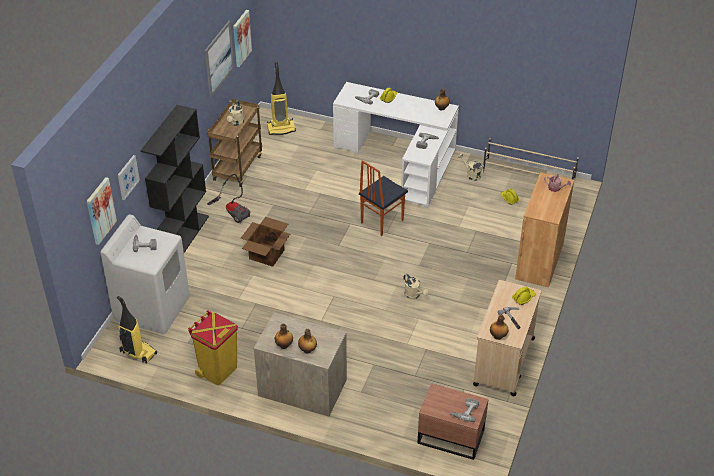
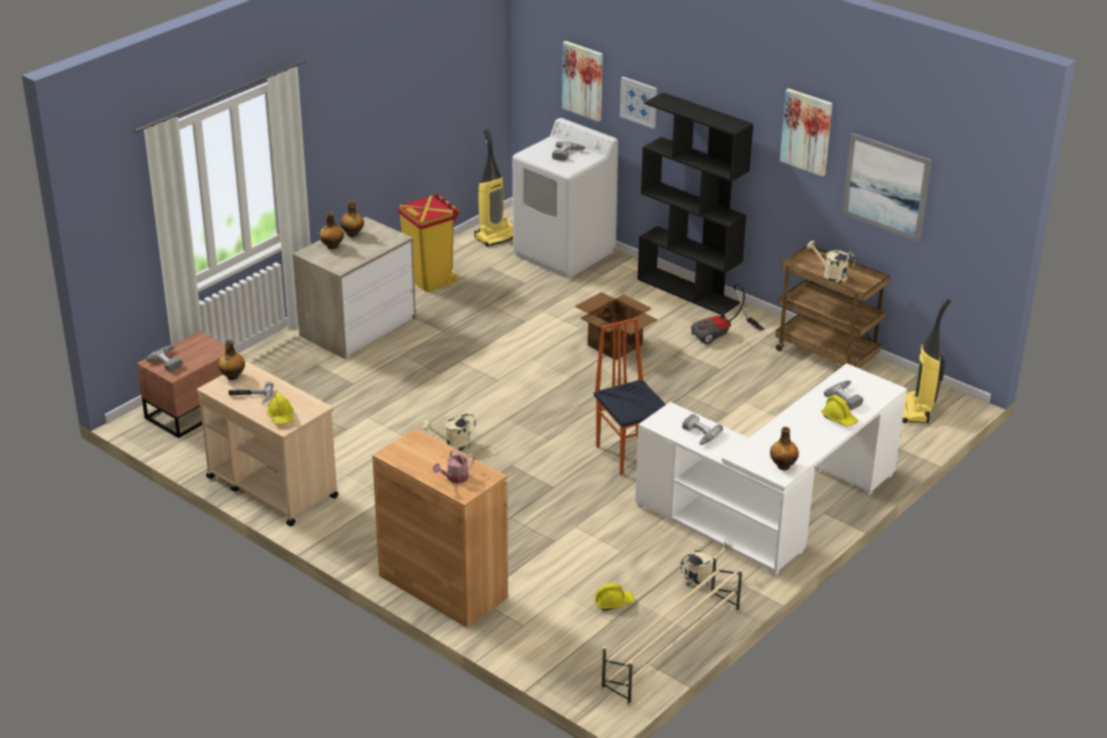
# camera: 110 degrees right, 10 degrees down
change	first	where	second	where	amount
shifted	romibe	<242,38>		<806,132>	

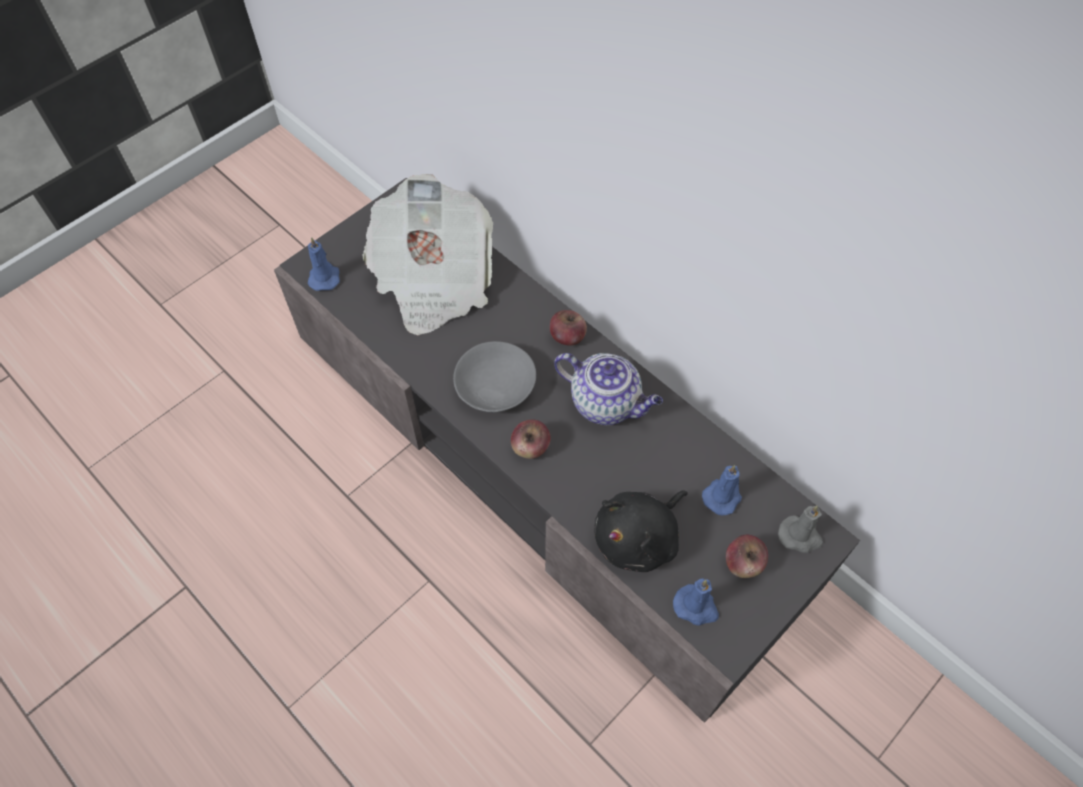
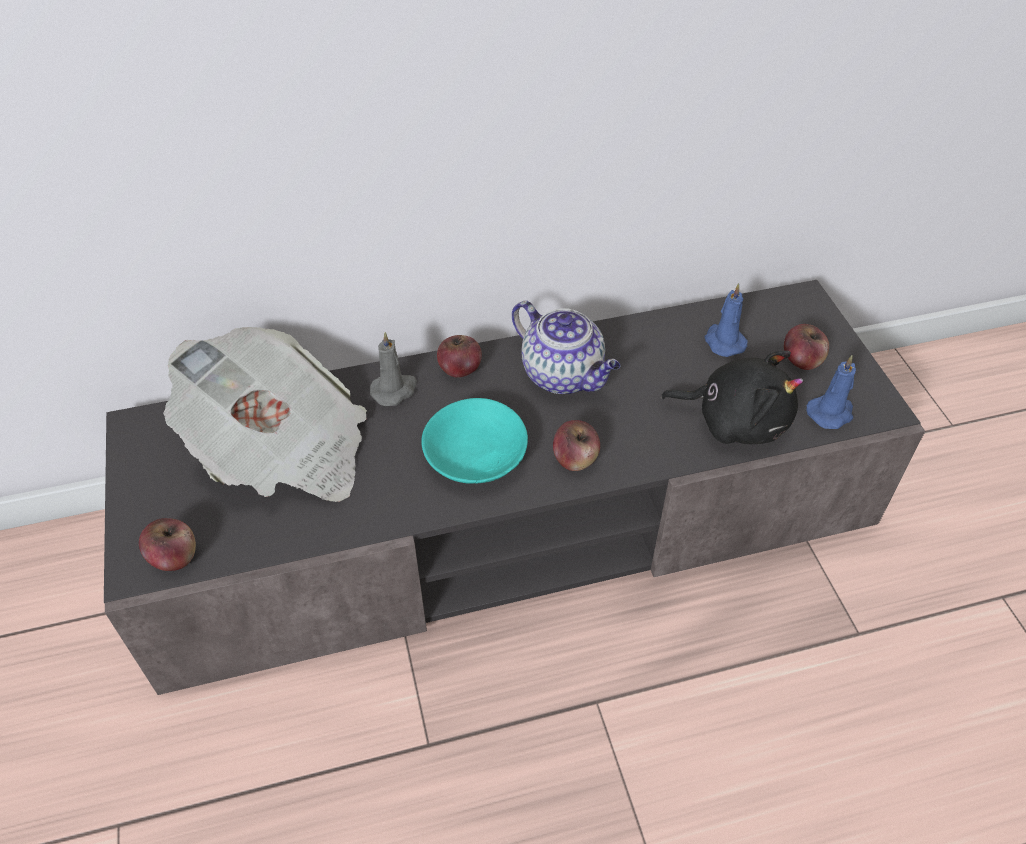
# camera: 60 degrees left, 10 degrees down
change	first	where	second	where	amount
swapped	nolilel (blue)	<324,264>	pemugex	<167,544>	
shifted	nolilel (grey)	<800,529>		<393,369>	
repainted	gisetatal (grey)	<494,376>	gisetatal (turquoise)	<474,441>	
rotated	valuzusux	<608,389>		<566,347>	75 degrees clockwise
rotated	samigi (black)	<641,531>		<732,397>	60 degrees counterclockwise

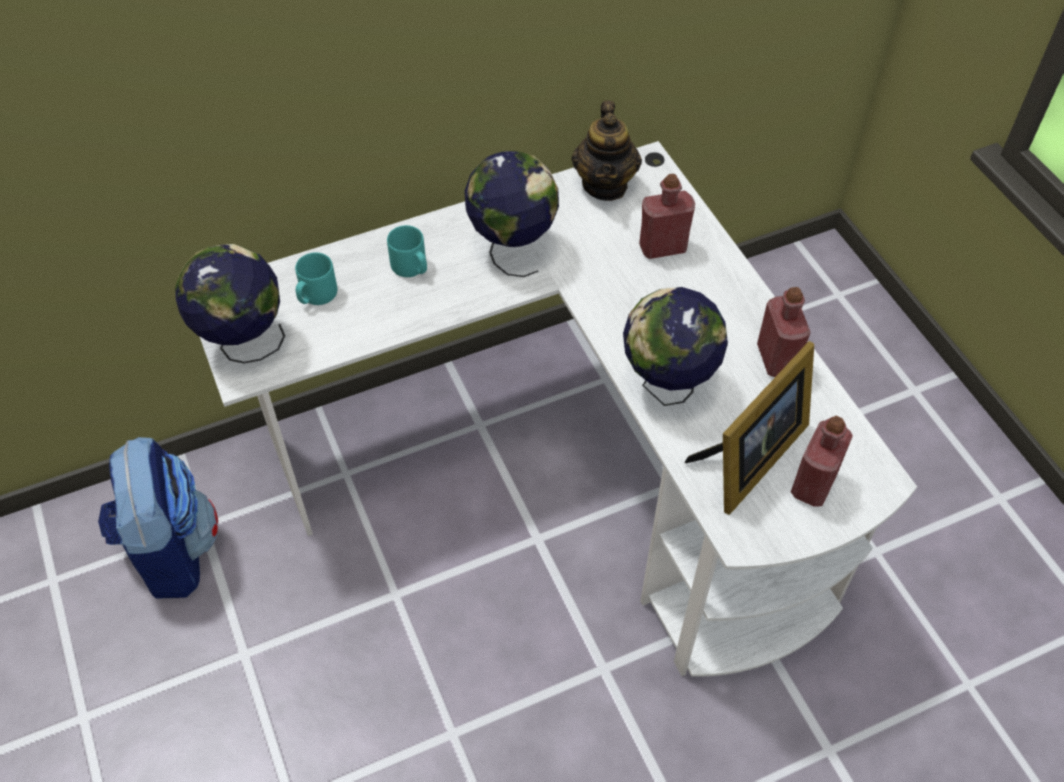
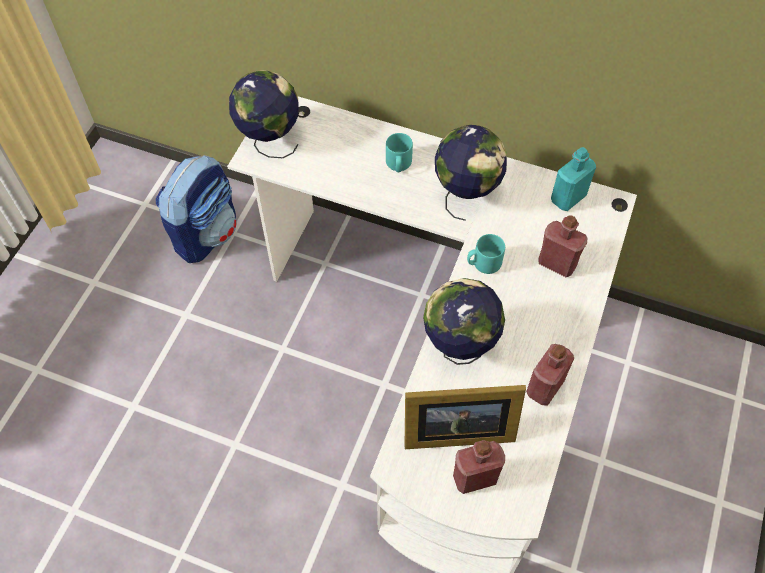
# camera: 45 degrees right, 5 degrees up
change	first	where	second	where	amount
shifted	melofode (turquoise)	<316,278>		<486,254>	
swapped	valuzusux	<606,151>	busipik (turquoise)	<573,179>	

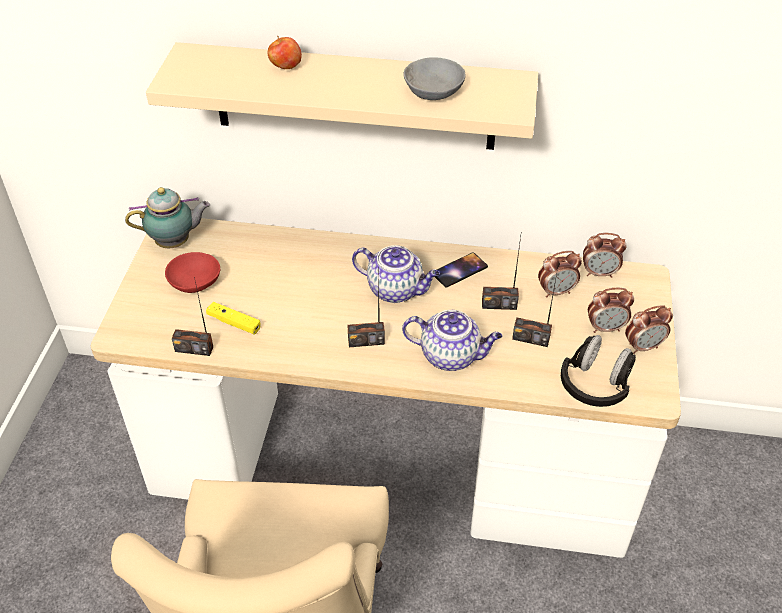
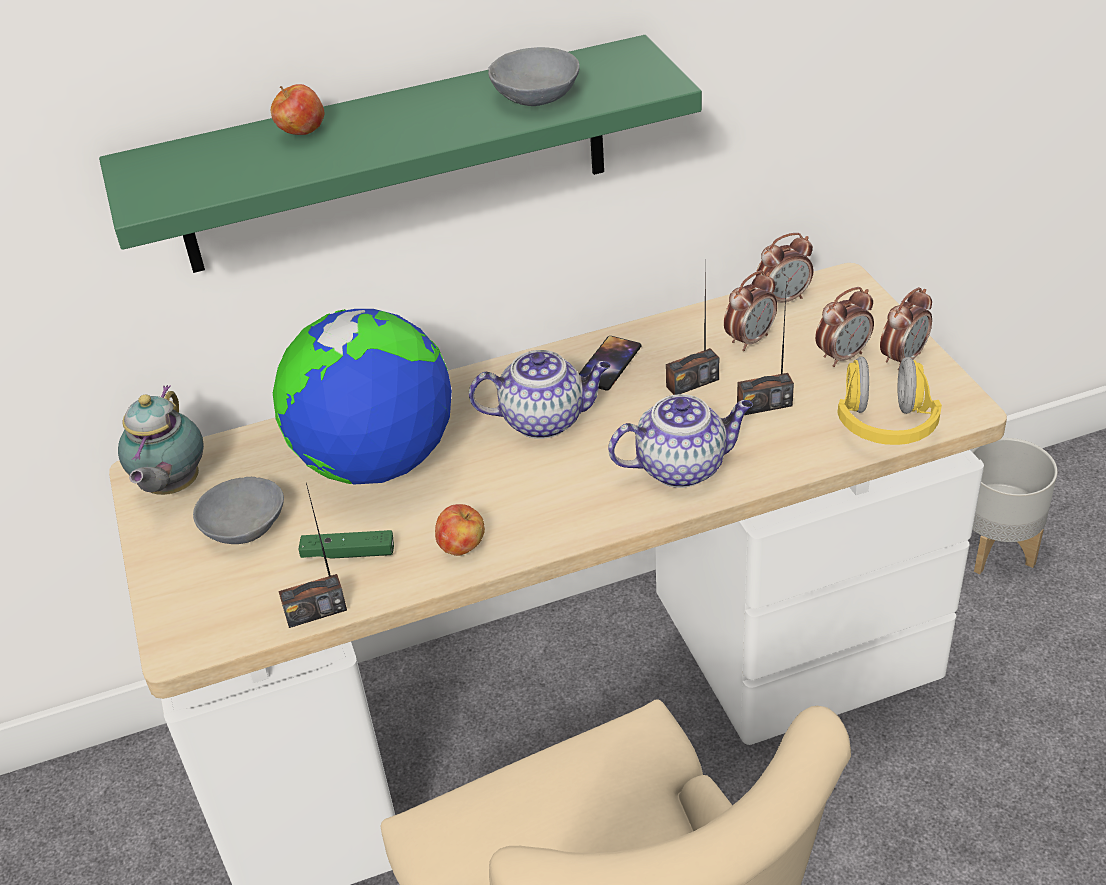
# camera: 25 degrees left, 5 degrees down
change	first	where	second	where	amount
repainted	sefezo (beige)	<342,96>	sefezo (green)	<400,154>	
rotated	valuzusux	<167,217>		<161,440>	135 degrees clockwise
repainted	gisetatal (red)	<193,272>	gisetatal (grey)	<238,510>	
new			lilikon	<362,396>	
repainted	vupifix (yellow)	<233,318>	vupifix (green)	<346,544>	
new			pemugex	<460,530>	
repainted	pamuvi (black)	<598,371>	pamuvi (yellow)	<889,401>	
new			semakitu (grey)	<1015,506>	
gone	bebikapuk	<366,310>			

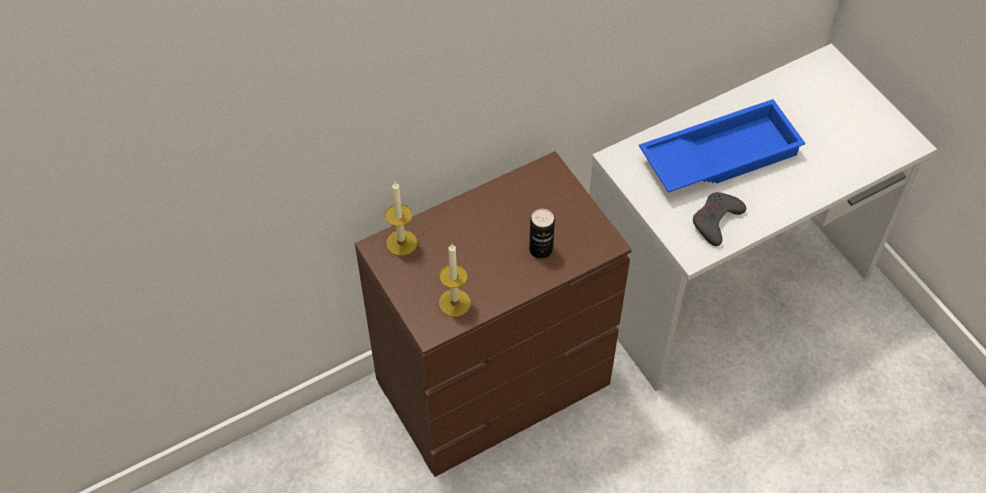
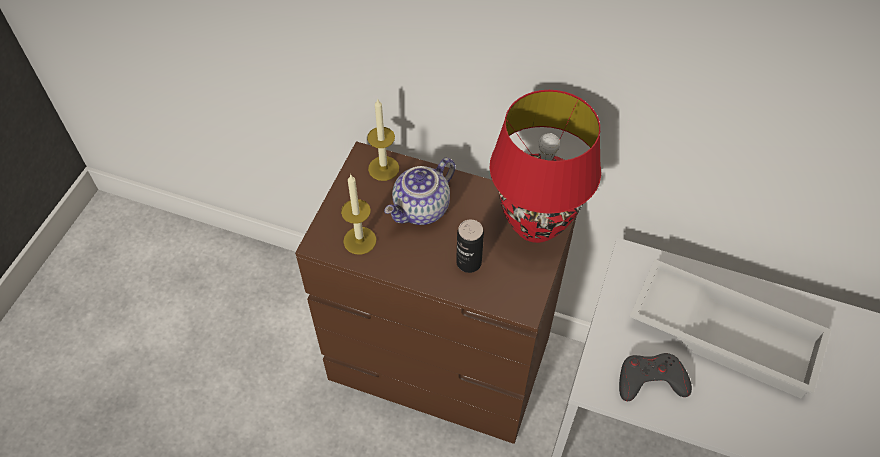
# camera: 50 degrees right, 0 degrees up
change	first	where	second	where	amount
new			valuzusux	<419,191>	
new			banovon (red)	<545,166>	
repainted	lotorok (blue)	<722,146>	lotorok (white)	<730,328>	

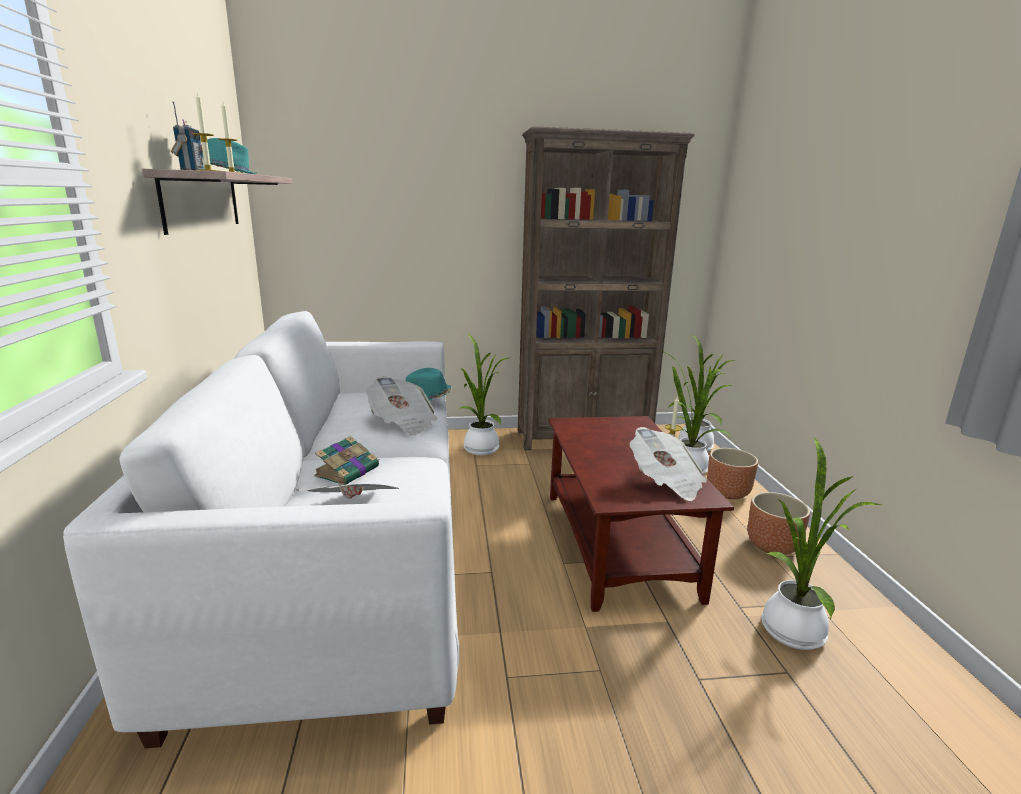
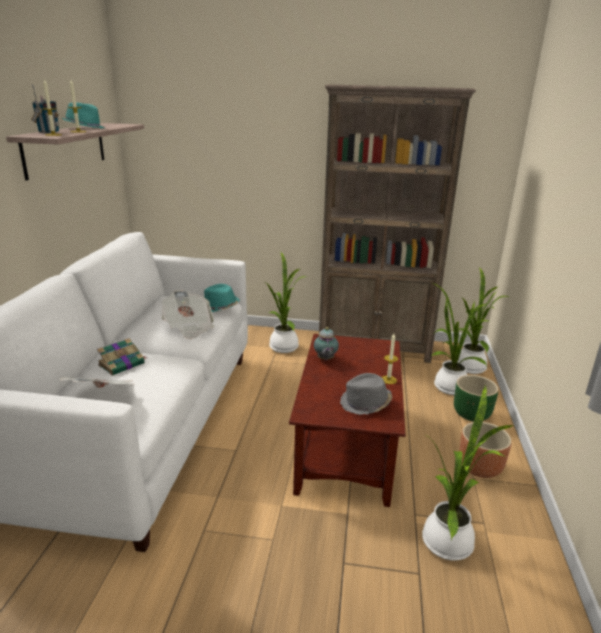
# camera: 15 degrees right, 5 degrees up
change	first	where	second	where	amount
new			valuzusux	<326,343>	
swapped	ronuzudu	<668,464>	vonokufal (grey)	<366,394>	
repainted	semakitu (brown)	<732,473>	semakitu (green)	<476,398>	

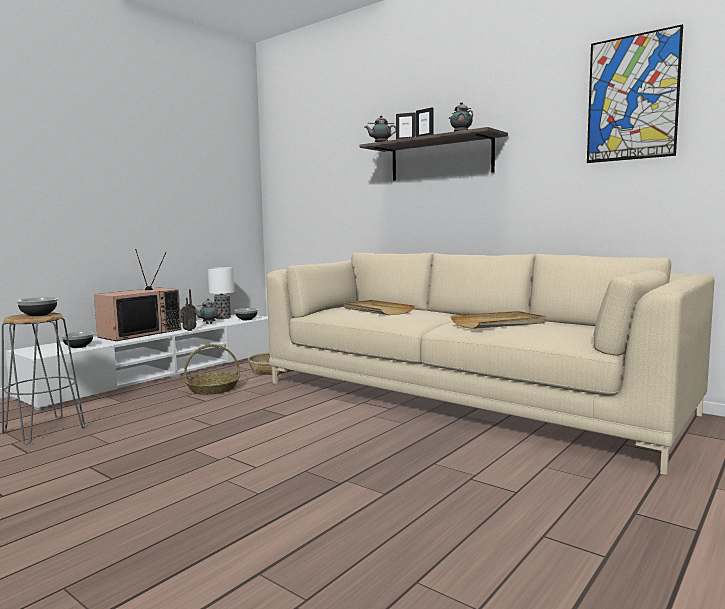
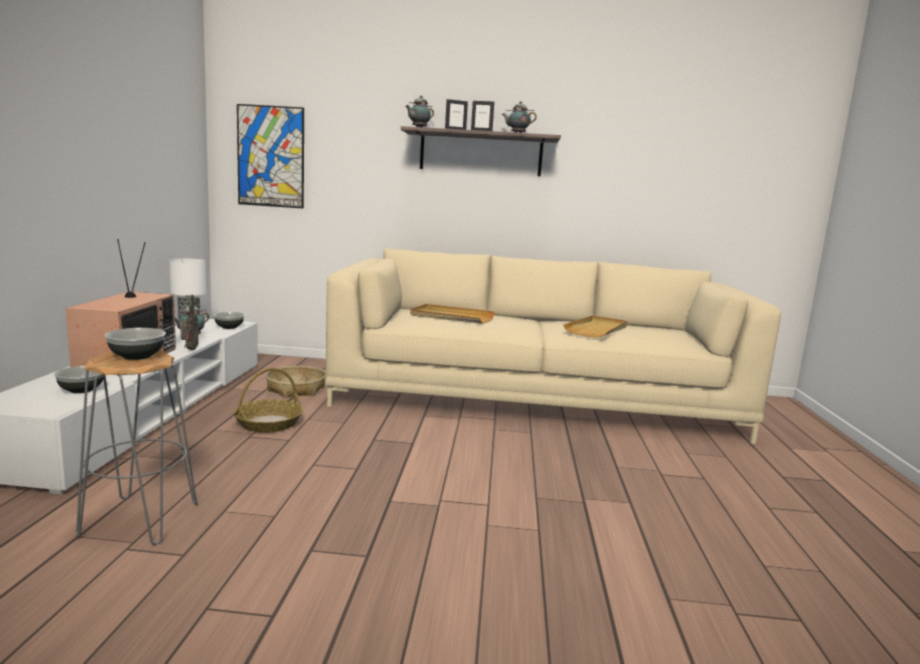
# camera: 35 degrees left, 5 degrees up
change	first	where	second	where	amount
shifted	romibe	<635,93>		<270,156>	

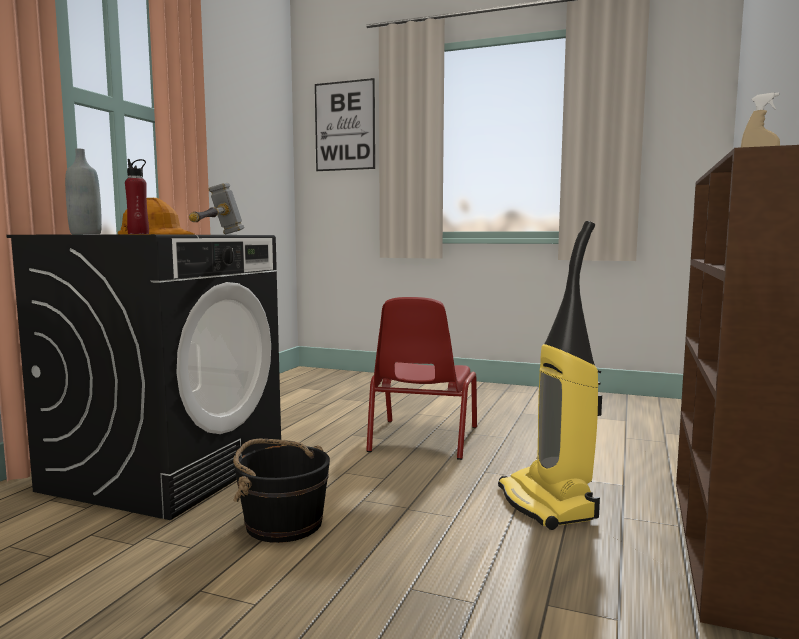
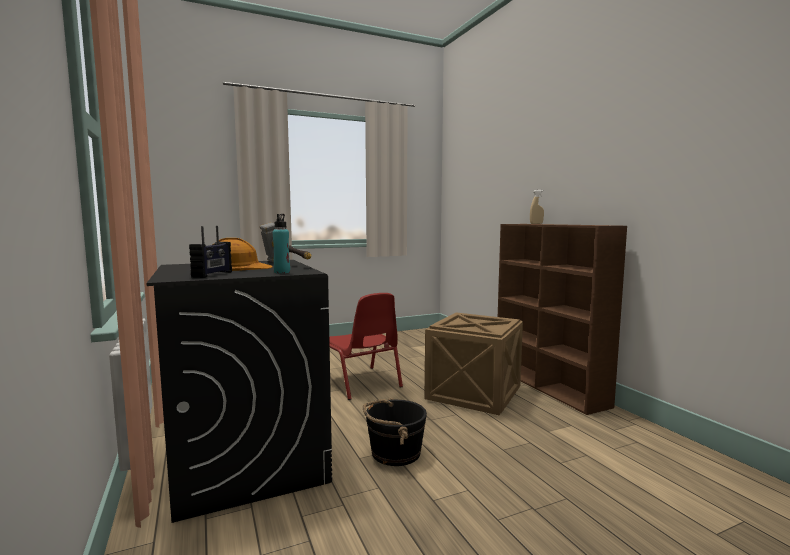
# camera: 45 degrees left, 0 degrees up
change	first	where	second	where	amount
swapped	busipik (grey)	<83,191>	bebikapuk	<210,252>	
repainted	busipik (red)	<137,196>	busipik (turquoise)	<281,243>	
swapped	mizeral	<550,375>	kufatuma	<474,364>	
gone	romibe	<345,124>			

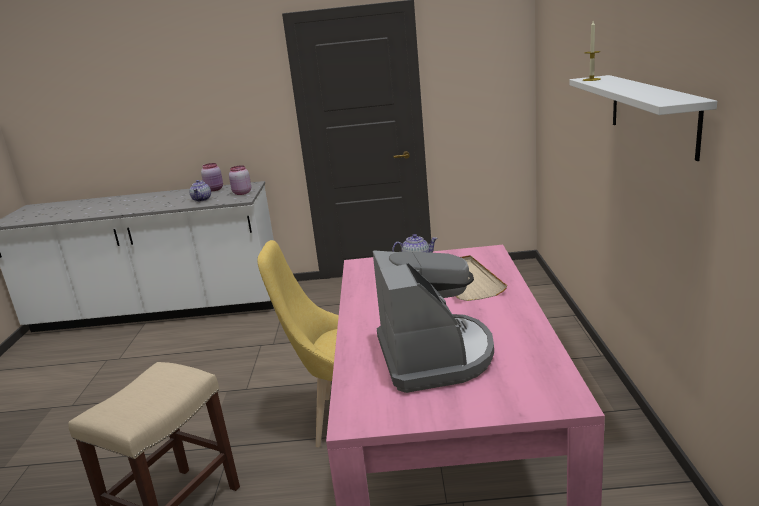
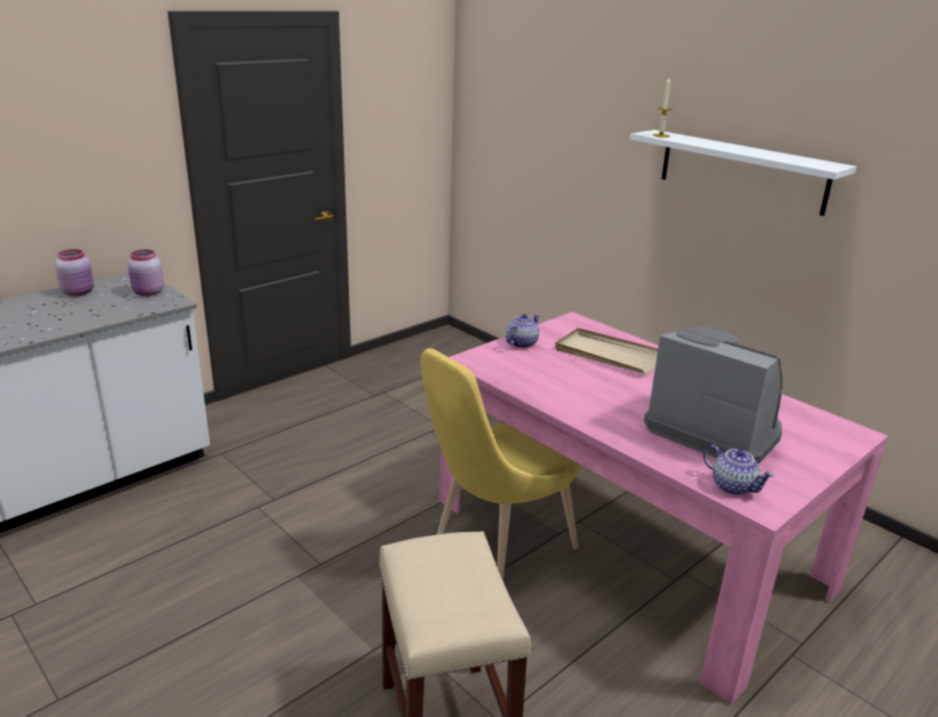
# camera: 45 degrees left, 5 degrees up
change	first	where	second	where	amount
shifted	valuzusux	<200,191>		<739,470>	

